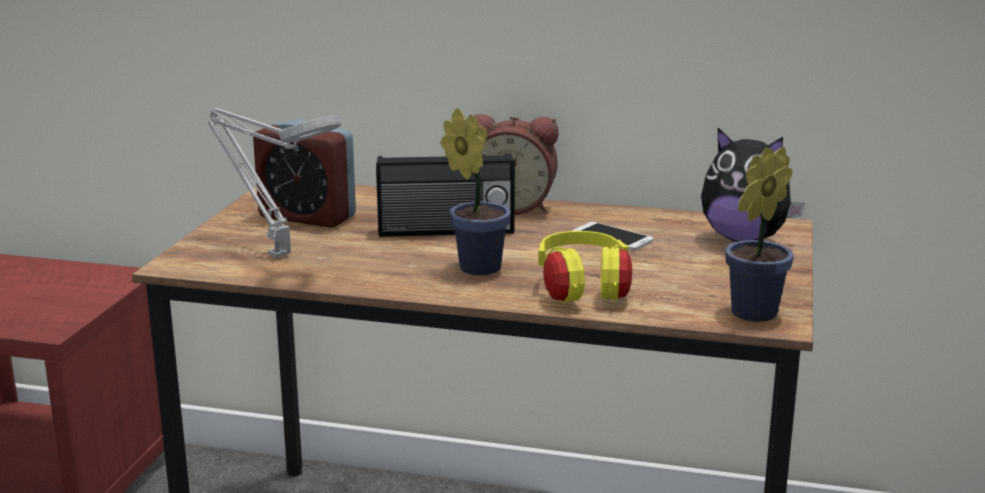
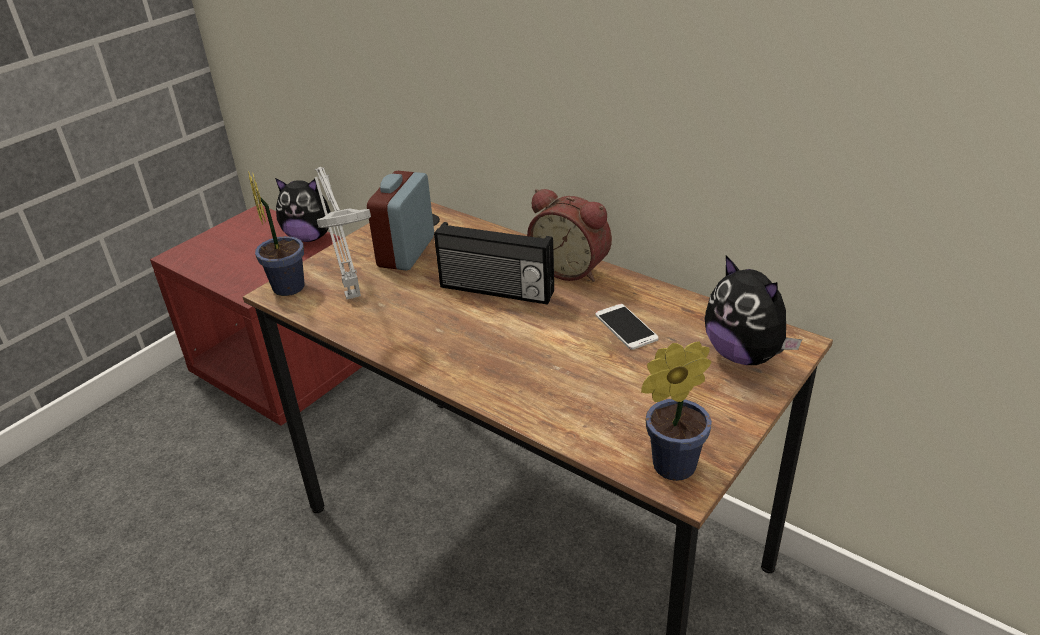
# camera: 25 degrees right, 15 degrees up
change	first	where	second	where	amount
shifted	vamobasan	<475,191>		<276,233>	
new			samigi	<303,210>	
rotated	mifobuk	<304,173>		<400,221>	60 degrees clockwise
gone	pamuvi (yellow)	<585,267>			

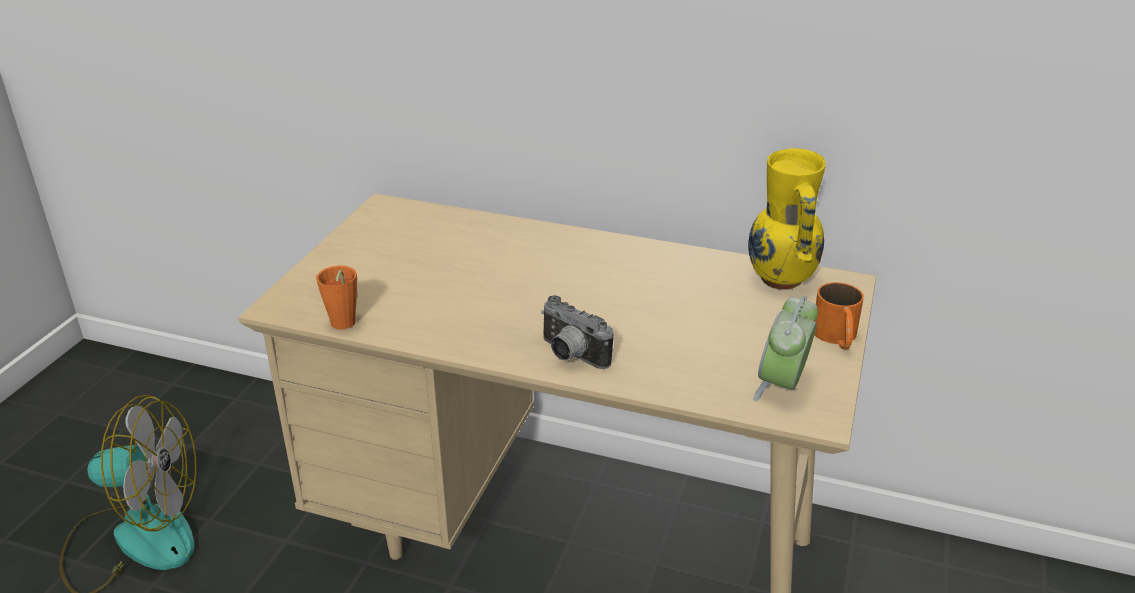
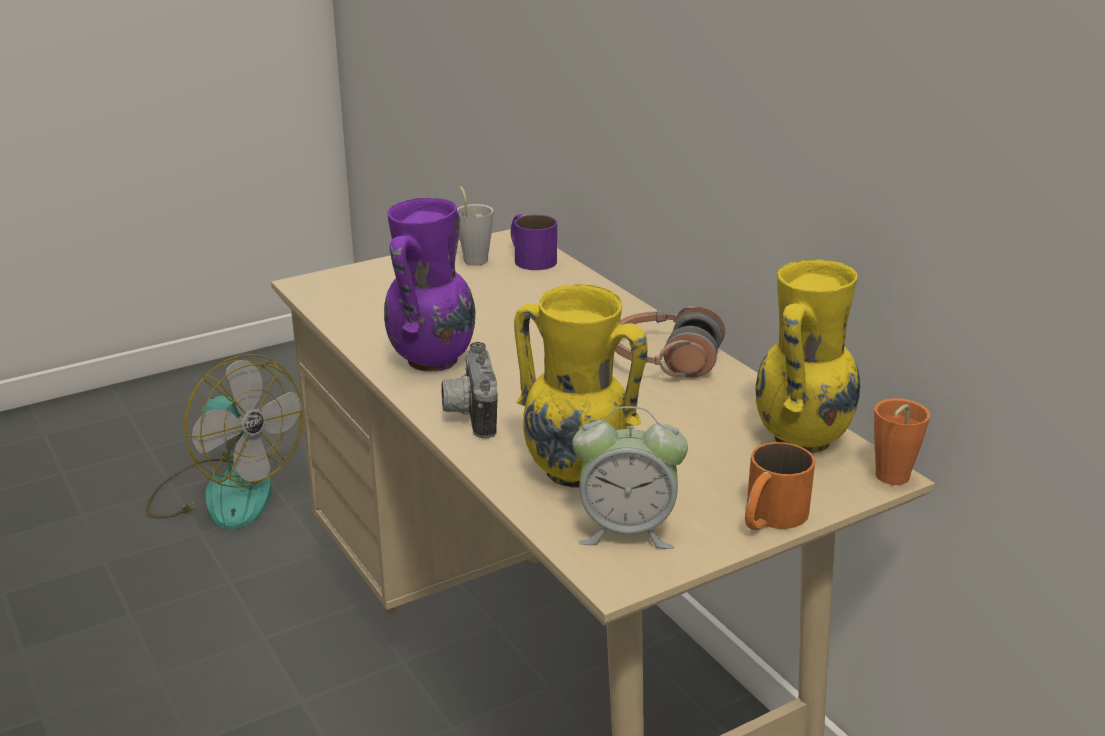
# camera: 40 degrees right, 5 degrees down
change	first	where	second	where	amount
new			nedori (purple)	<429,285>	
new			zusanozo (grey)	<475,226>	
new			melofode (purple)	<534,242>	
new			nedori (yellow)	<581,386>	
rotated	mifobuk	<785,348>		<630,477>	150 degrees counterclockwise
new			pamuvi	<670,341>	
shifted	zusanozo (orange)	<336,297>		<902,441>	

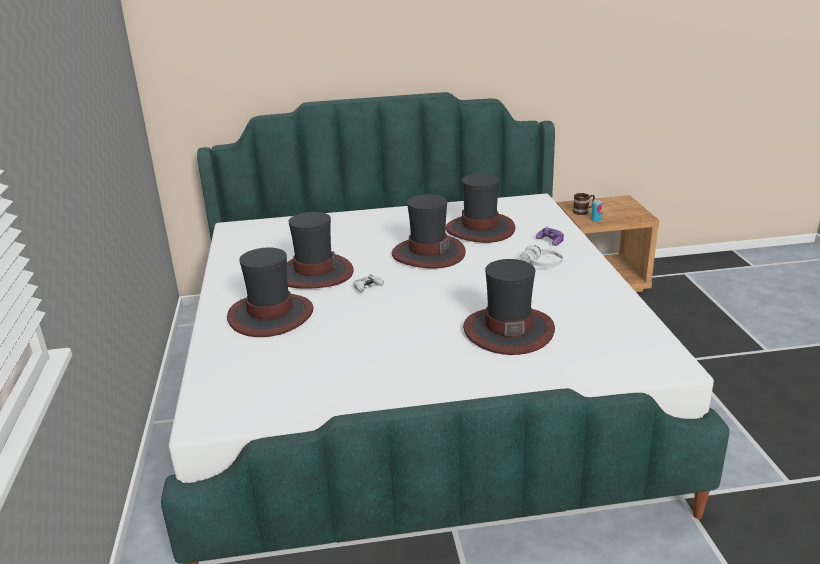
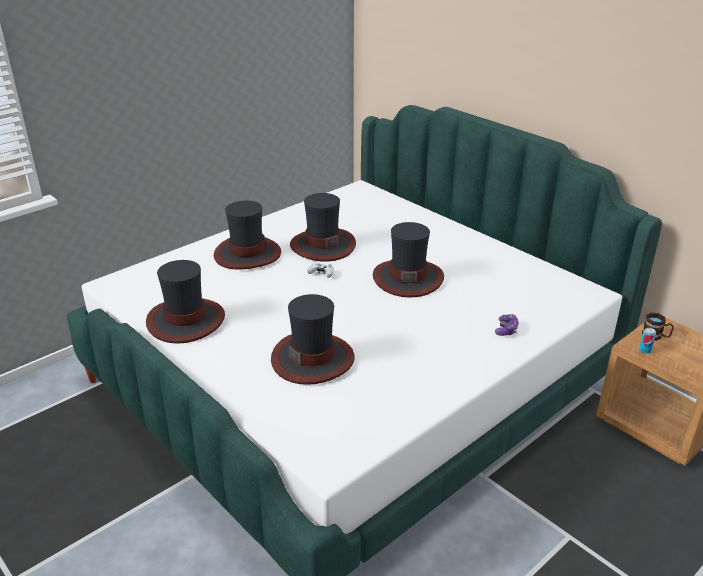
# camera: 55 degrees right, 5 degrees up
change	first	where	second	where	amount
shifted	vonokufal	<480,208>		<185,302>	
gone	pamuvi (white)	<541,256>			

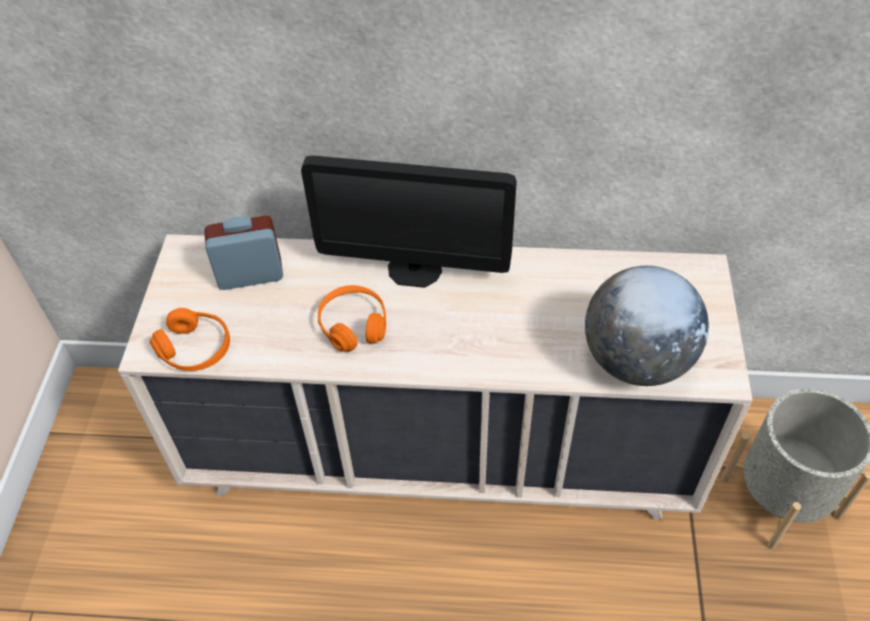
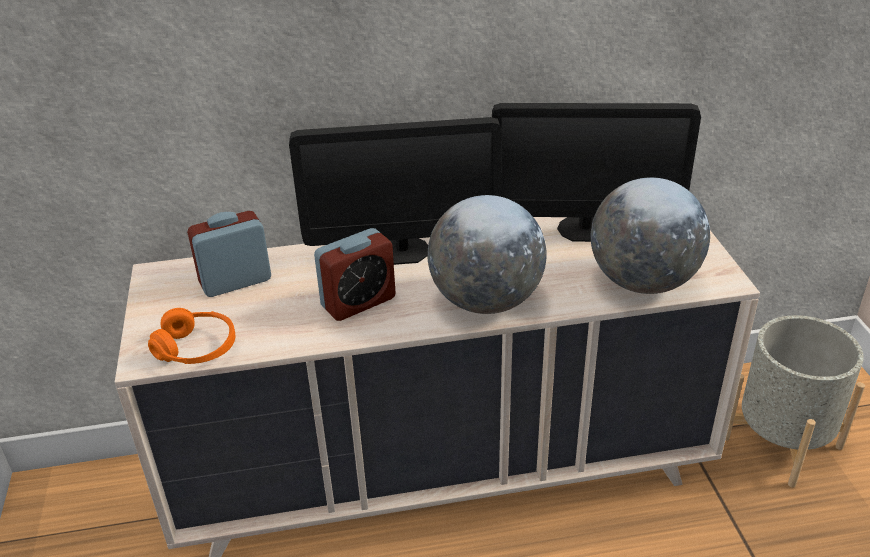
# camera: 15 degrees left, 15 degrees down
change	first	where	second	where	amount
swapped	pamuvi (orange)	<352,318>	mifobuk	<355,274>	
new			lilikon	<487,254>	
new			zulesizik	<596,172>	

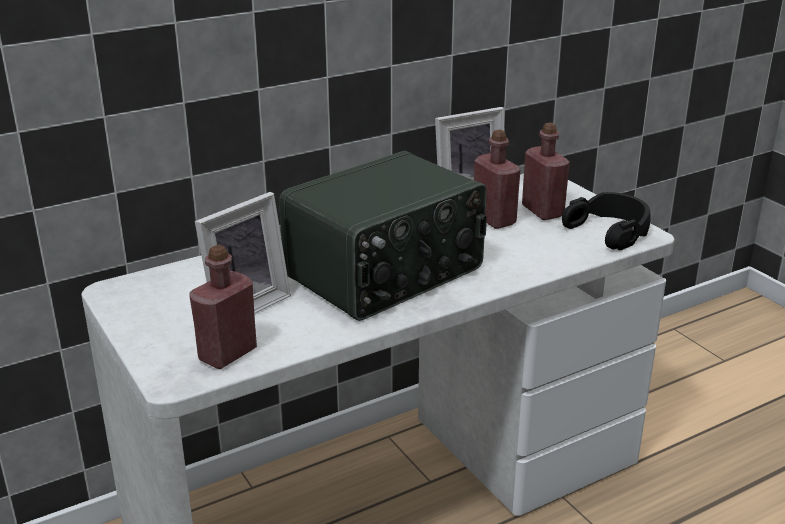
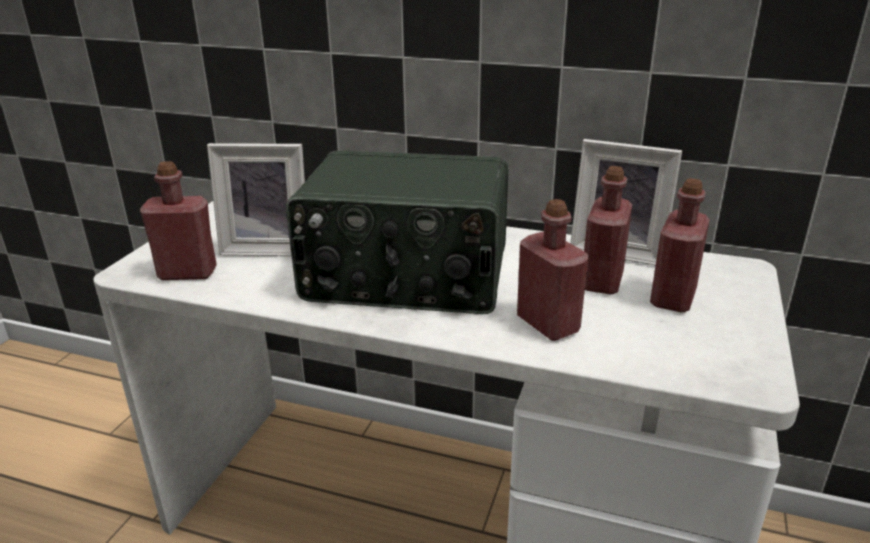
# camera: 50 degrees right, 0 degrees up
change	first	where	second	where	amount
new			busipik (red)	<553,270>	
gone	pamuvi (black)	<606,221>			

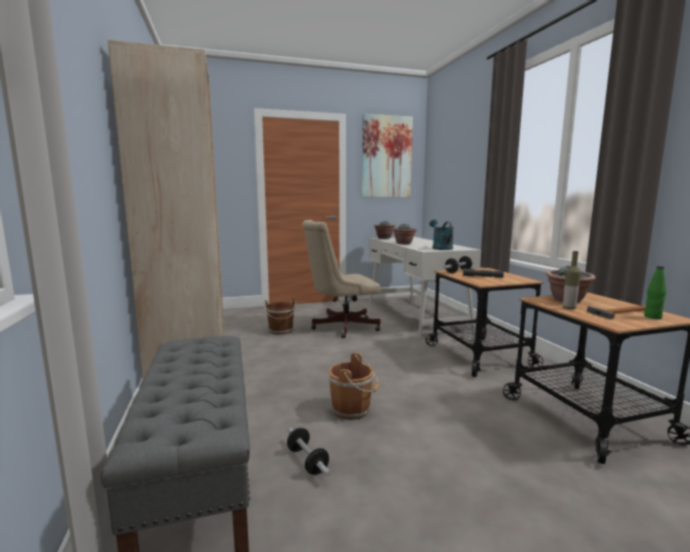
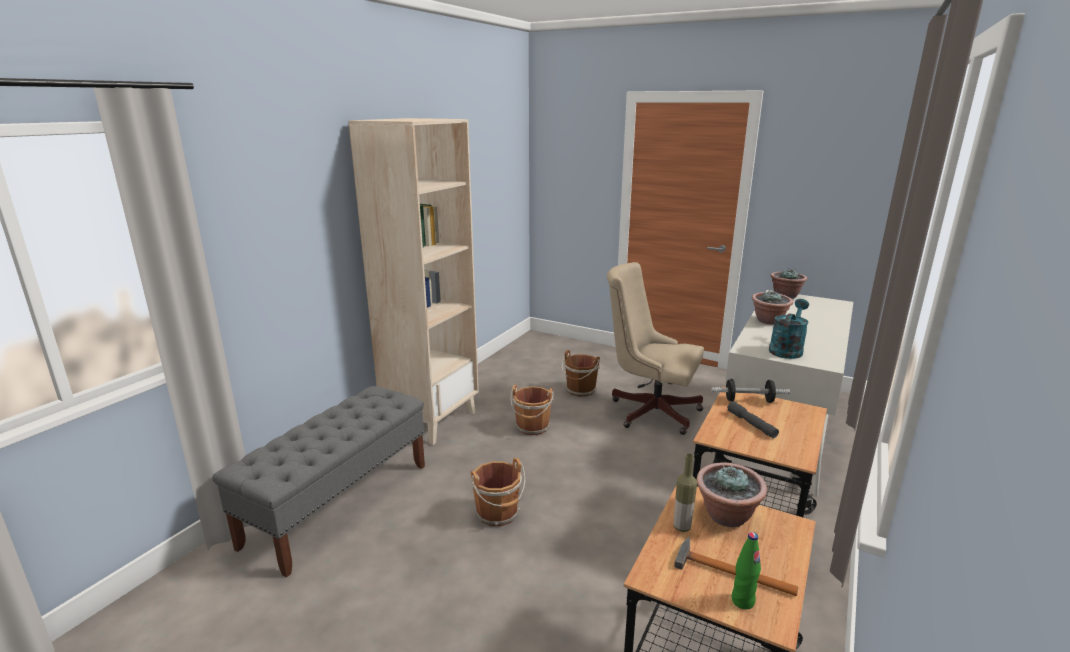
# camera: 45 degrees right, 10 degrees up
change	first	where	second	where	amount
new			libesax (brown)	<532,409>	
gone	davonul	<308,452>			
gone	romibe	<387,155>			

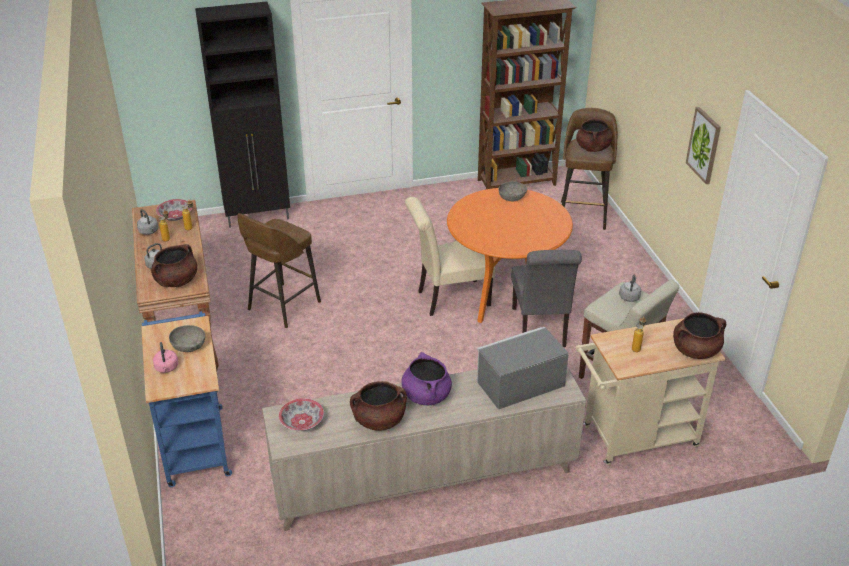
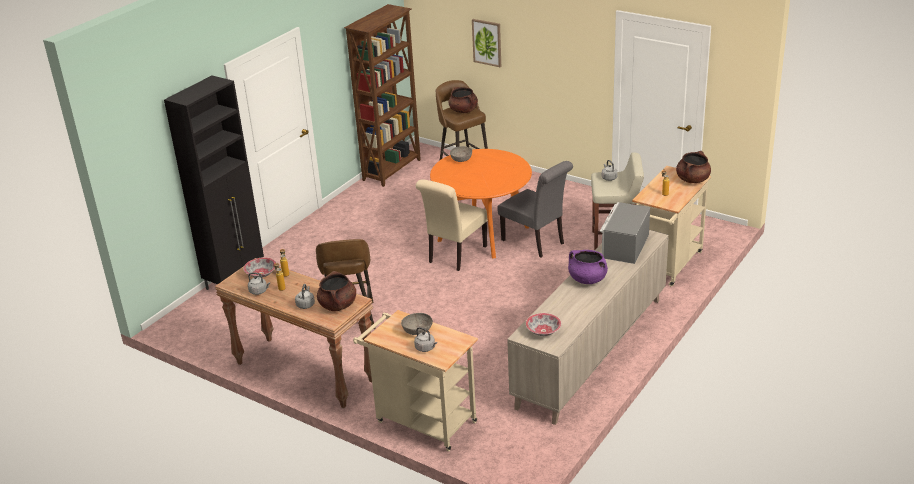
# camera: 40 degrees left, 5 degrees down
change	first	where	second	where	amount
repainted	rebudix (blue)	<186,399>	rebudix (beige)	<415,381>	
repainted	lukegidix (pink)	<165,357>	lukegidix (grey)	<425,339>	
shifted	romibe	<703,145>		<486,43>	
gone	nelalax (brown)	<378,406>			

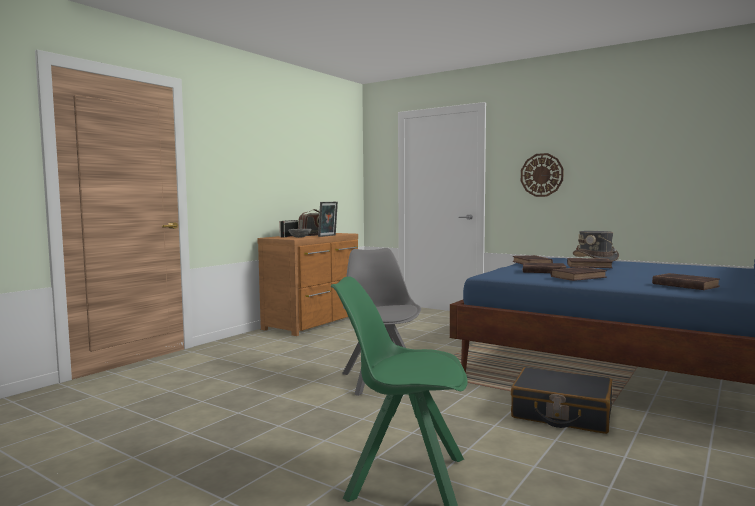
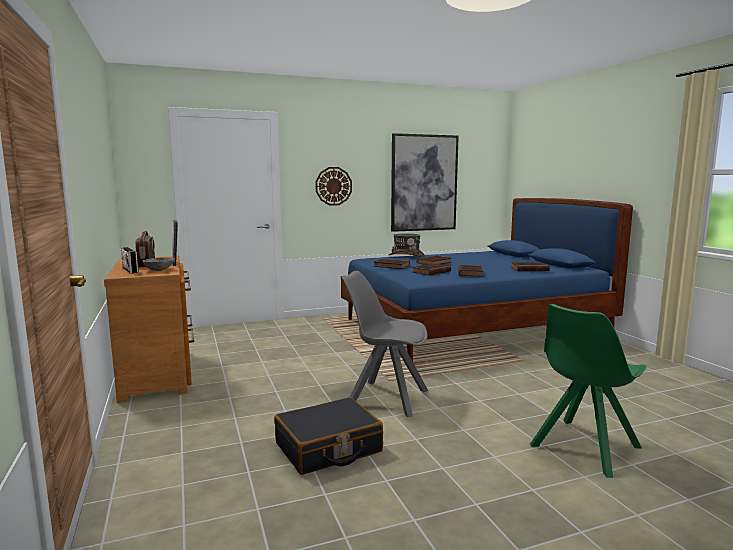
# camera: 55 degrees left, 5 degrees up
change	first	where	second	where	amount
shifted	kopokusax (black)	<561,400>		<328,436>	
new			romibe	<425,182>	

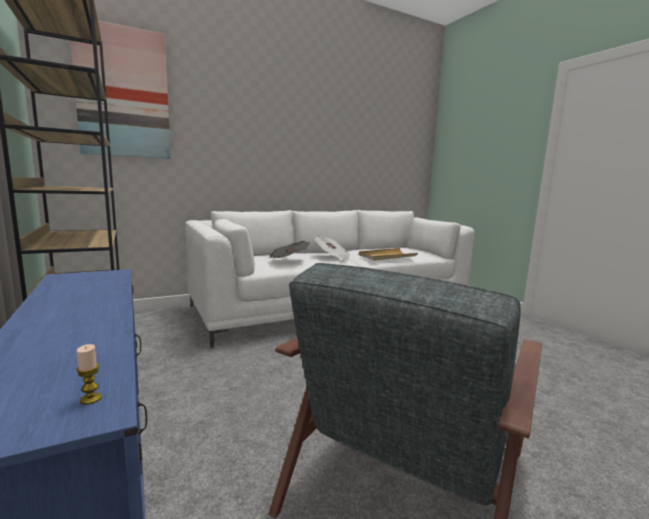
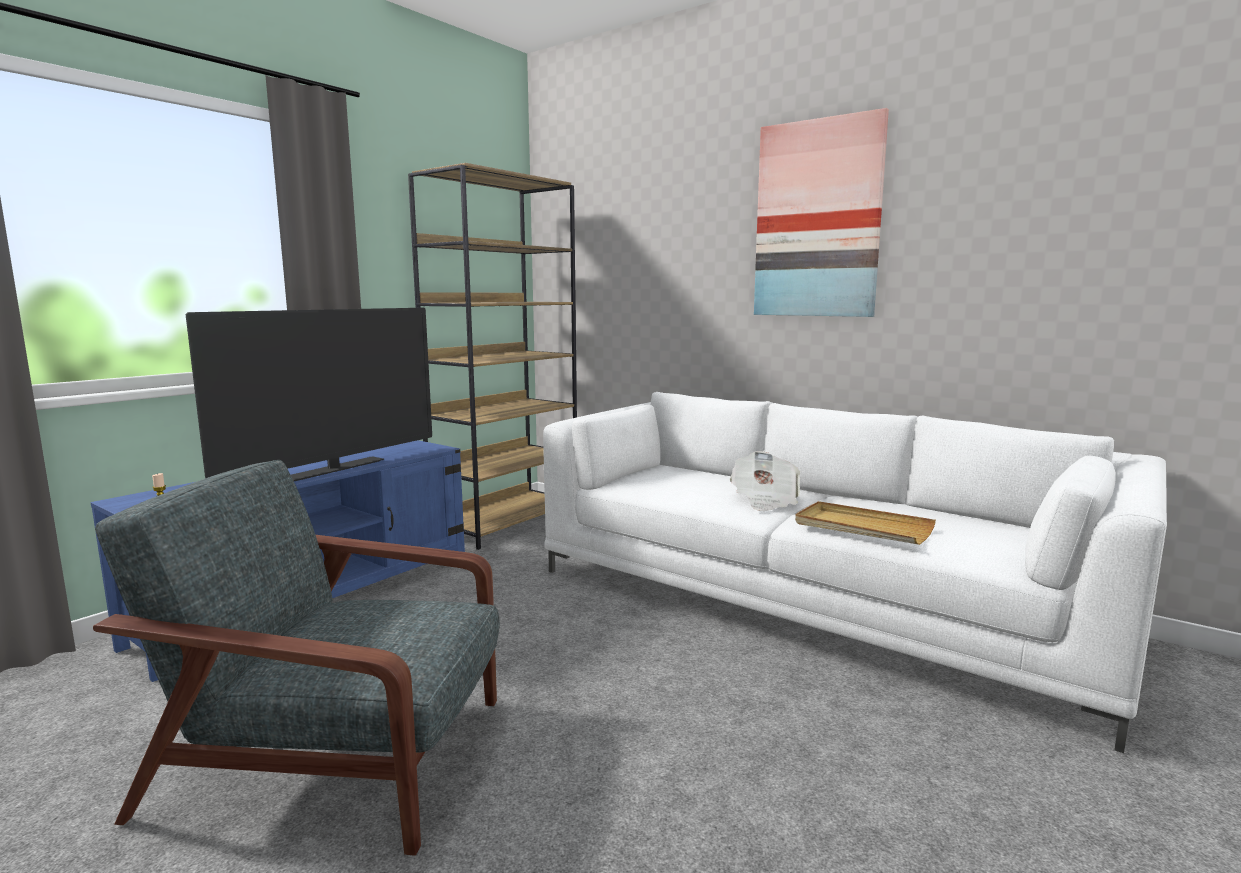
# camera: 65 degrees right, 0 degrees up
change	first	where	second	where	amount
new			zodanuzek	<308,394>	
shifted	romibe	<120,89>		<821,212>	
gone	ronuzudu	<289,249>			

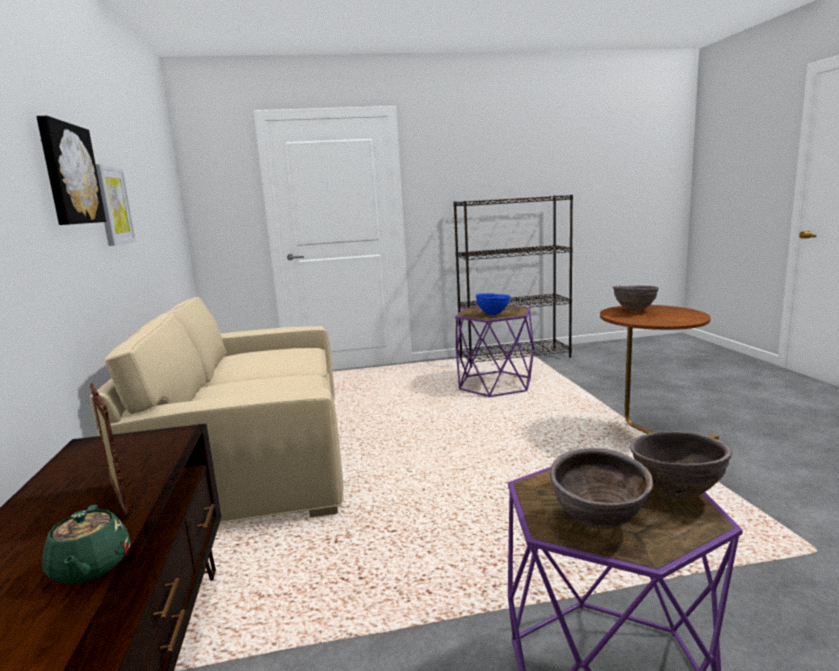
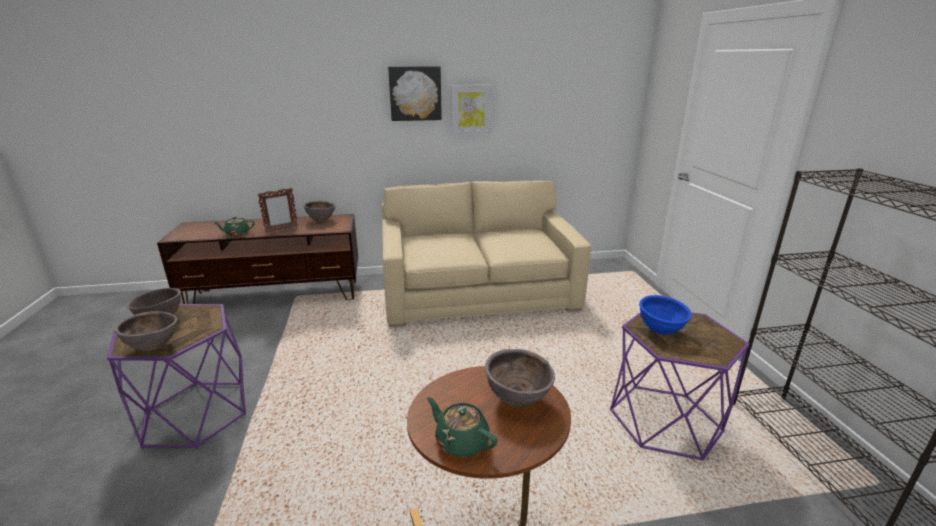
# camera: 90 degrees right, 10 degrees up
change	first	where	second	where	amount
new			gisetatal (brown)	<320,211>	
new			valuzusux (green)	<462,427>	

